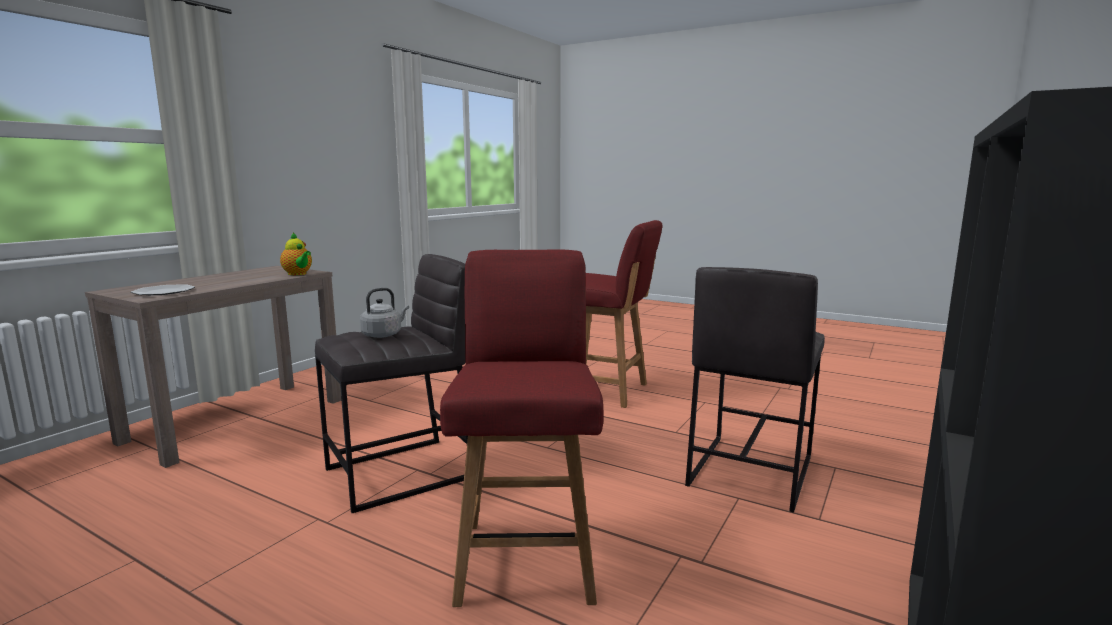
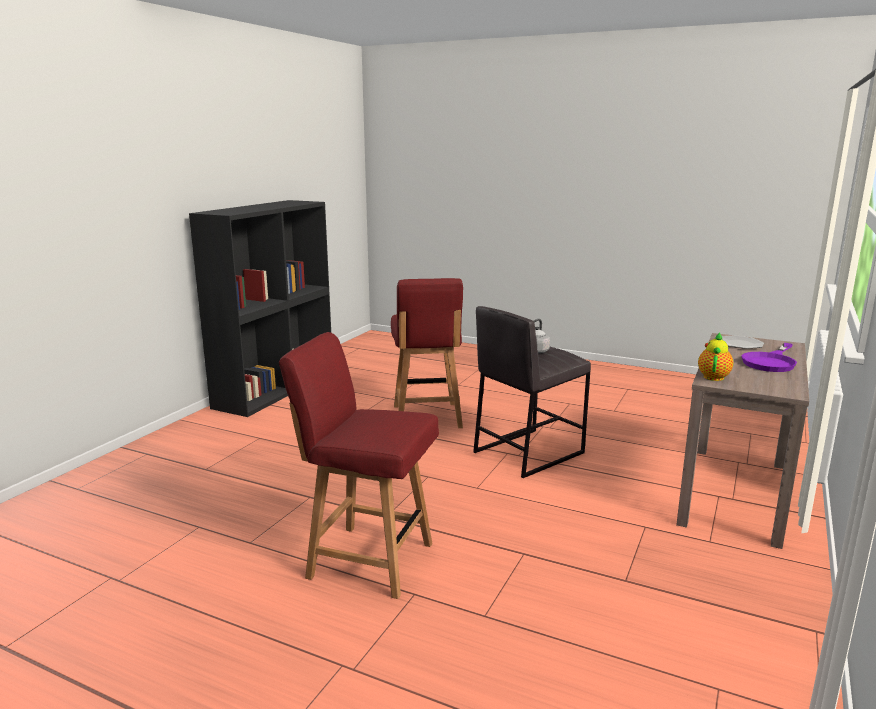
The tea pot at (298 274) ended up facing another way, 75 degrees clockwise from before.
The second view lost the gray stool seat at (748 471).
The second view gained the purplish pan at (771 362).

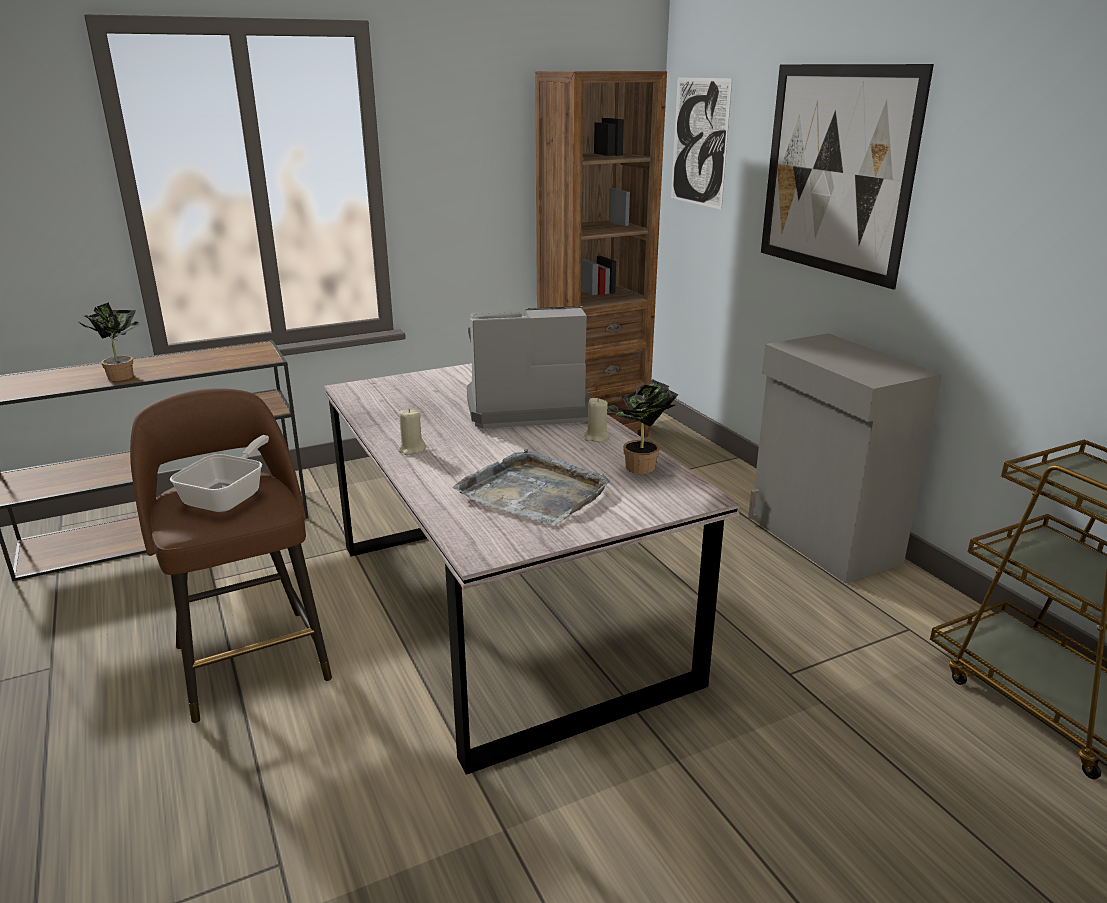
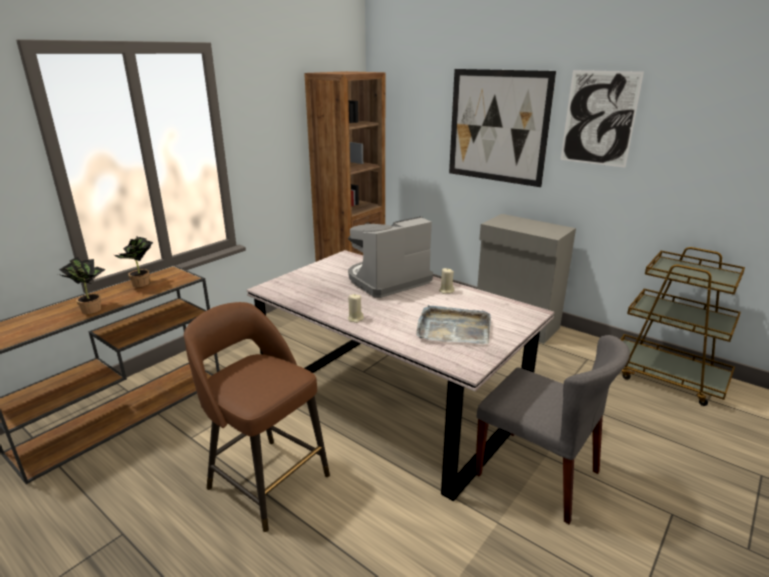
The second view lost the pan at (231 496).
The potted plant ended up elsewhere, having gone from (641 469) to (141 284).
The picture ended up elsewhere, having gone from (699 142) to (599 118).
The second view gained the gray chair at (538 473).

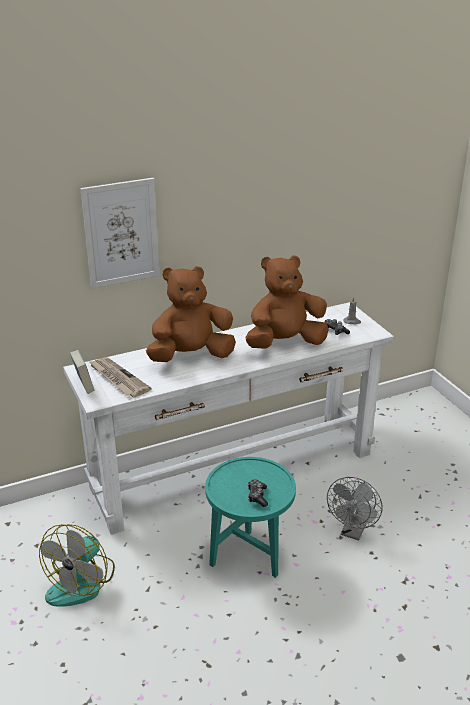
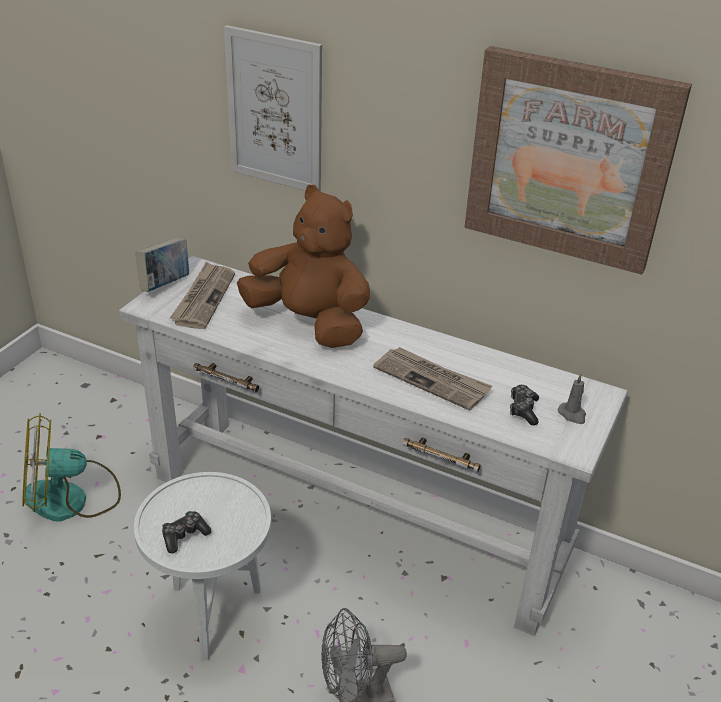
What was the turquoise-coloured end table at (249 560) turned into the whitish end table at (212 618).
Where the brown cuddly toy stood at (285 343), the daily paper came to stand at (432 380).
The second view gained the picture at (569 159).

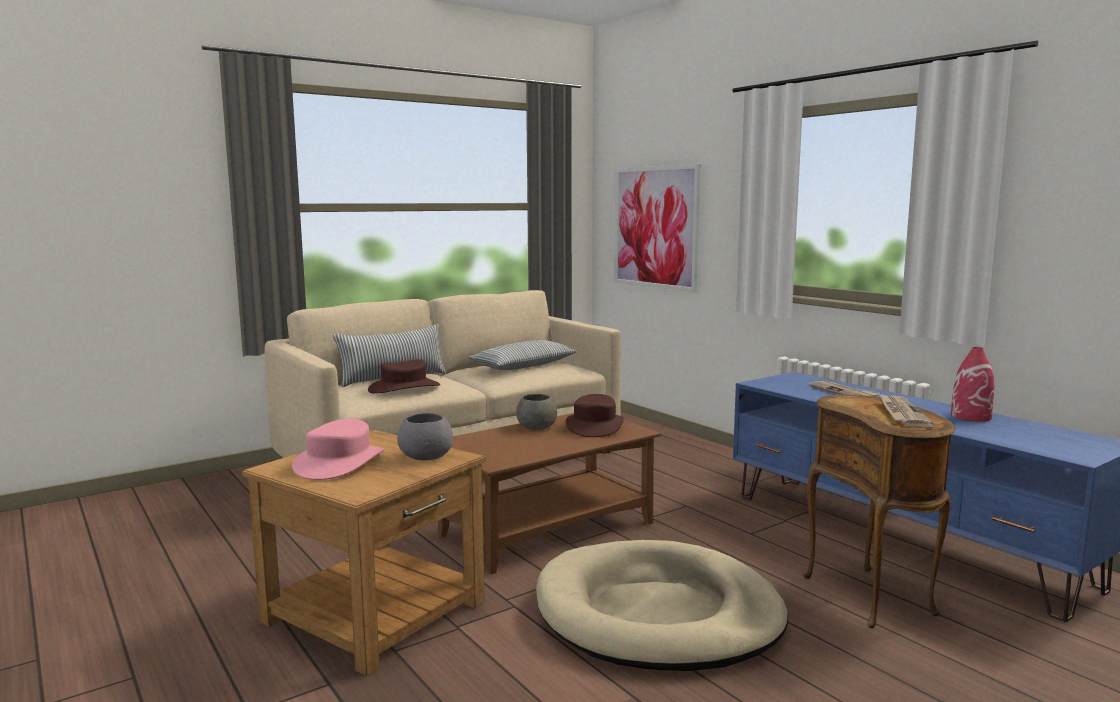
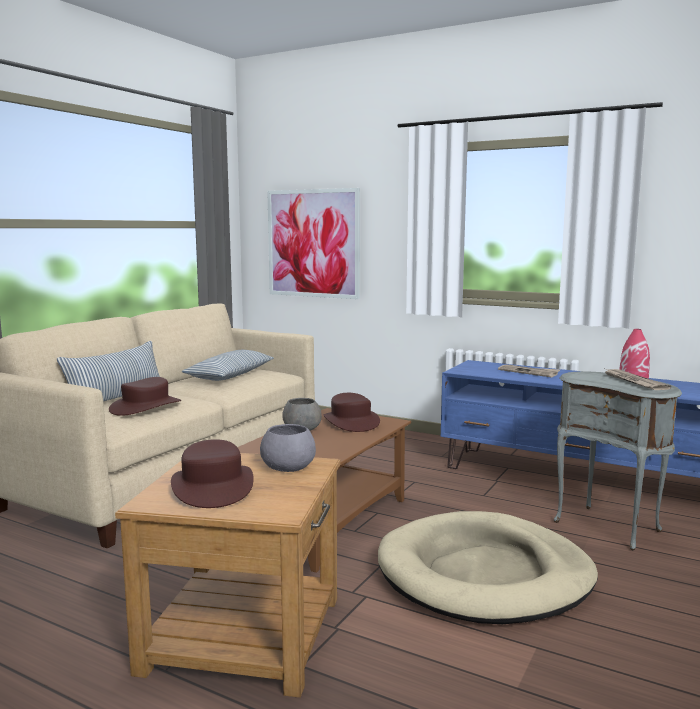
What was the pink hat at (339 462) turned into the brown hat at (212 486).
What was the brown end table at (872 596) turned into the gray end table at (609 526).

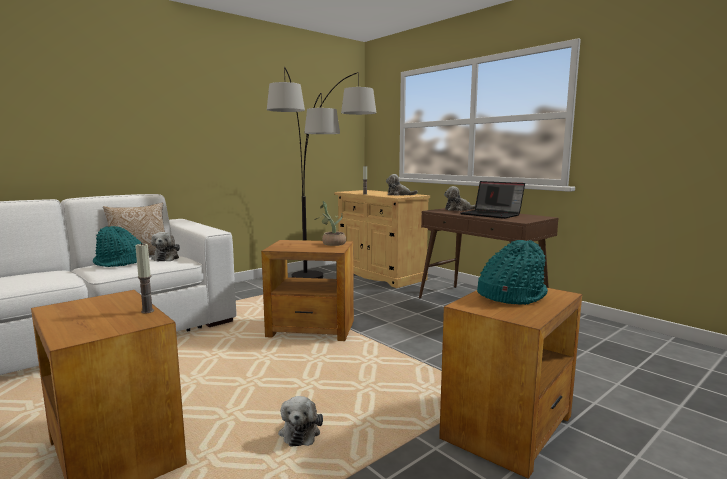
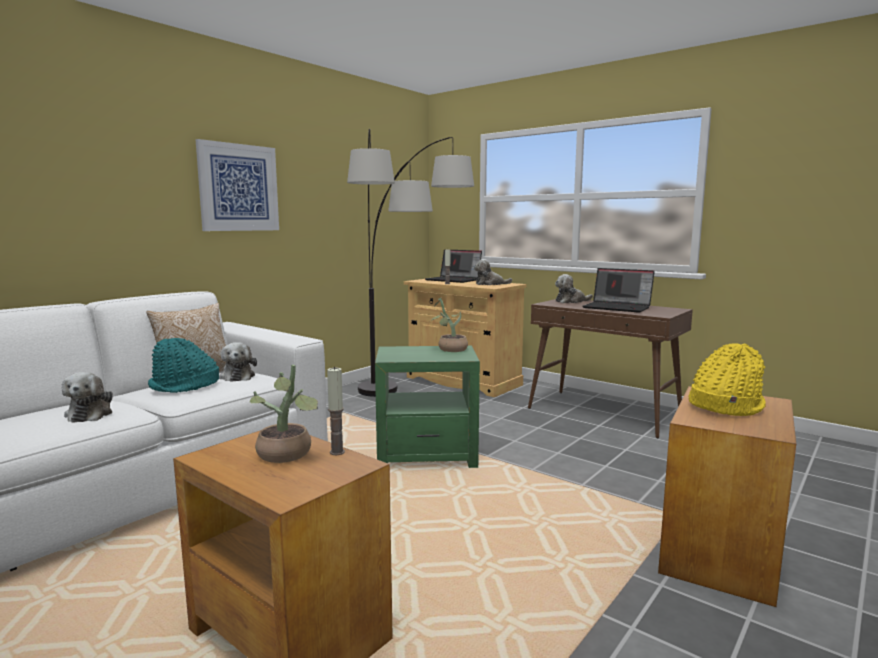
What was the brown end table at (312 329) turned into the green-coloured end table at (427 455).
The cuddly toy ended up elsewhere, having gone from (300 432) to (90 414).
What was the turquoise-coloured hat at (511 295) turned into the yellowish hat at (724 406).
The second view gained the picture at (239 188).
The second view gained the potted plant at (287 456).
The second view gained the laptop at (454 280).

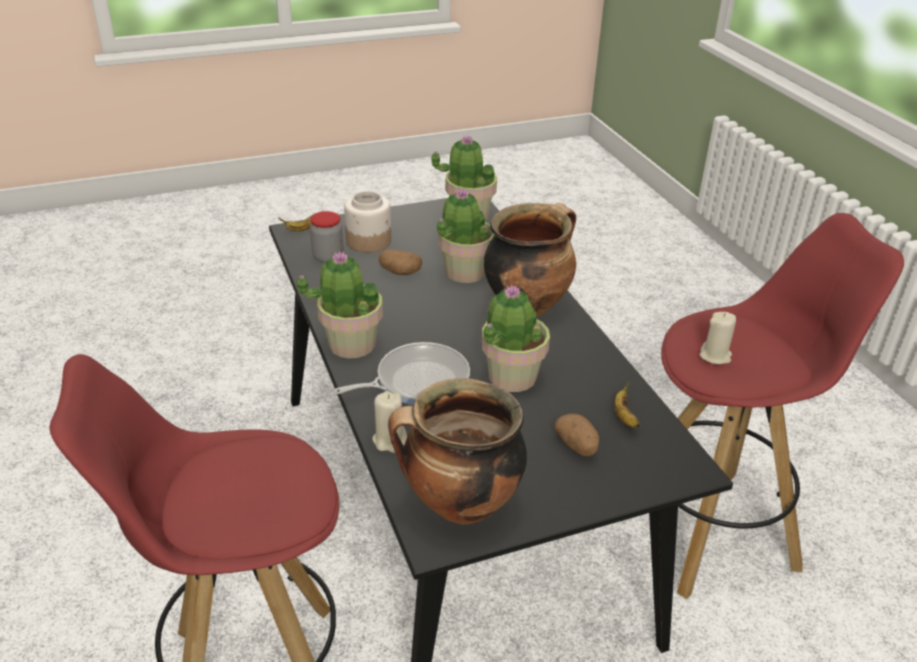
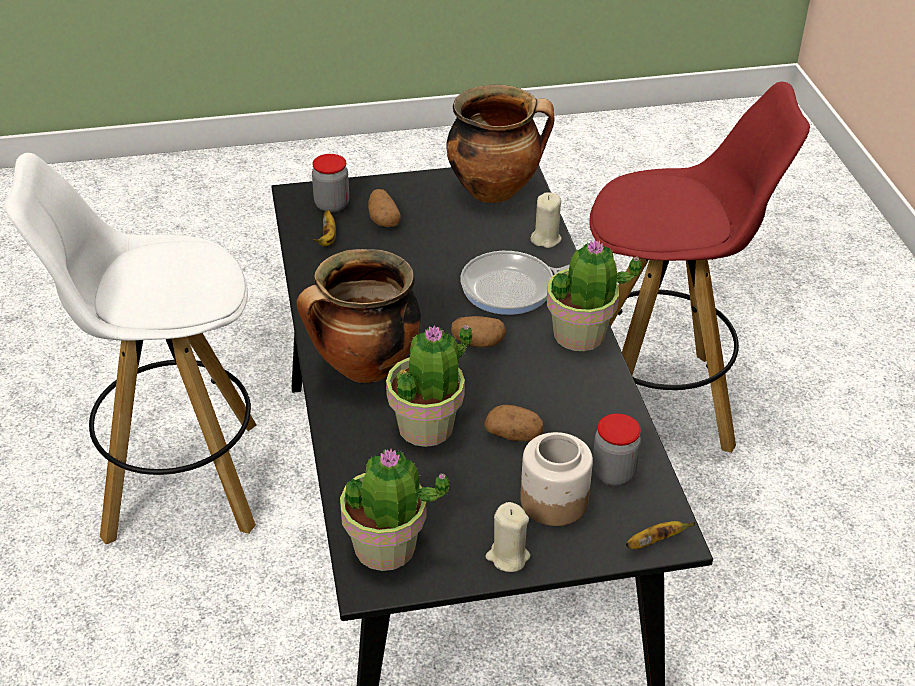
The second view lost the potted plant at (511 377).
What was the reddish stool seat at (711 529) turned into the whitish stool seat at (177 480).
The beige candle ended up elsewhere, having gone from (715 356) to (507 556).
The second view gained the preserve jar at (332 205).
The second view gained the potato at (478 343).

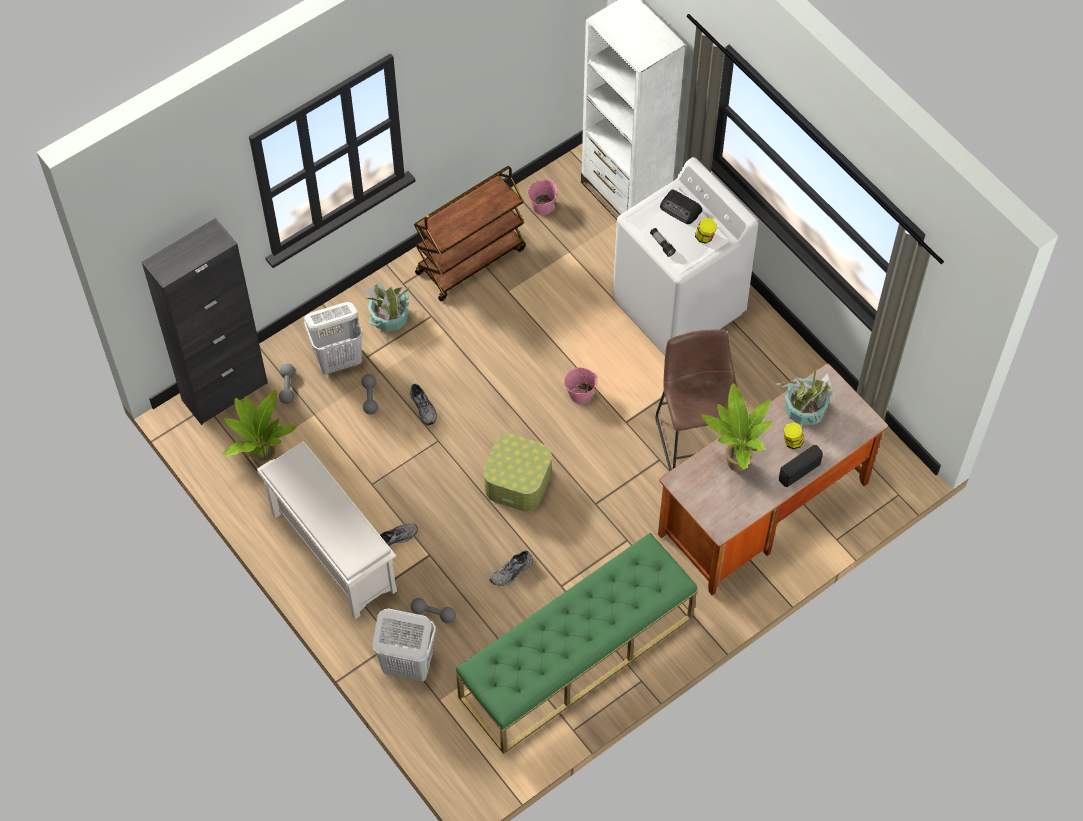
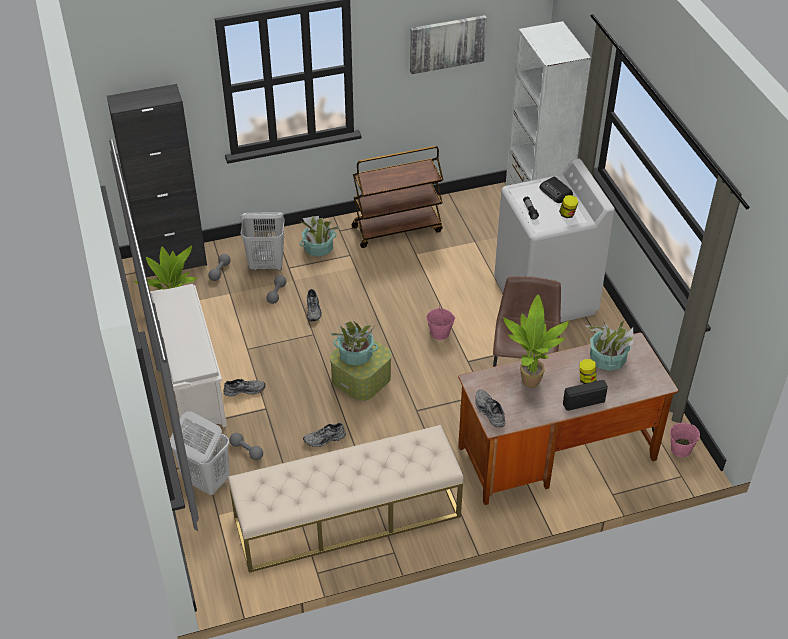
What was the green-coloured long seat at (576 657) turned into the beige long seat at (347 517).
The pink pail ended up elsewhere, having gone from (543 206) to (681 449).
The second view gained the potted plant at (355 355).
The second view gained the picture at (447 43).
The second view gained the gray low shoe at (488 411).

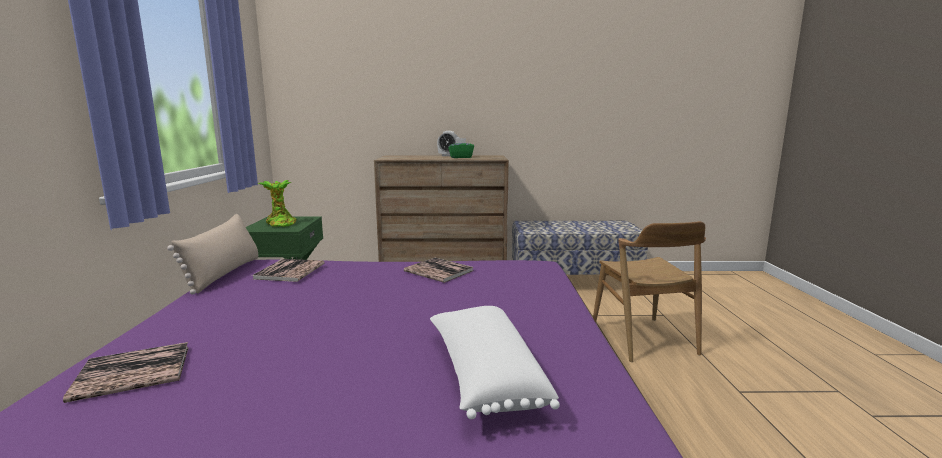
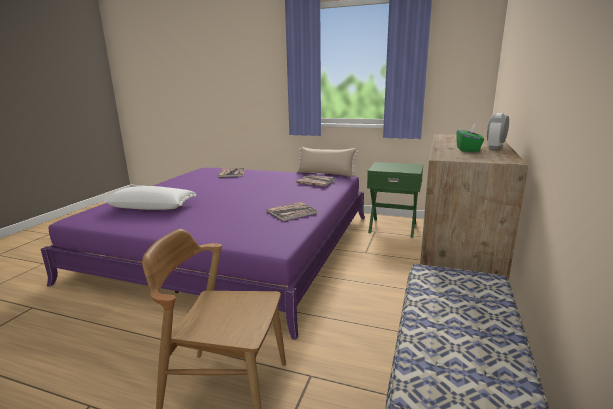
The second view lost the potted plant at (280 224).

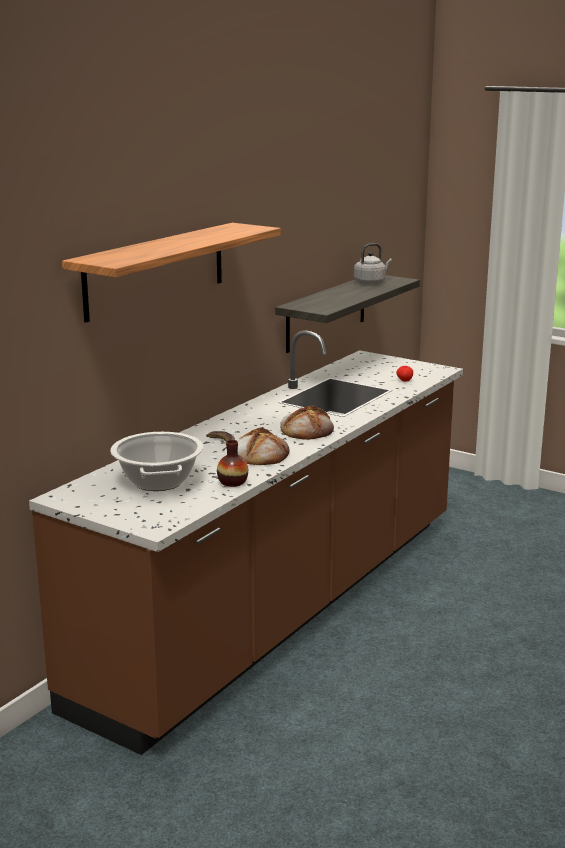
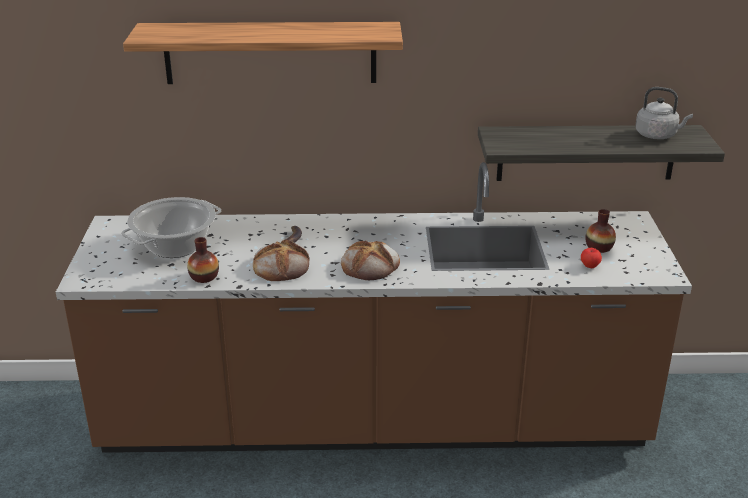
The second view gained the vase at (599 247).

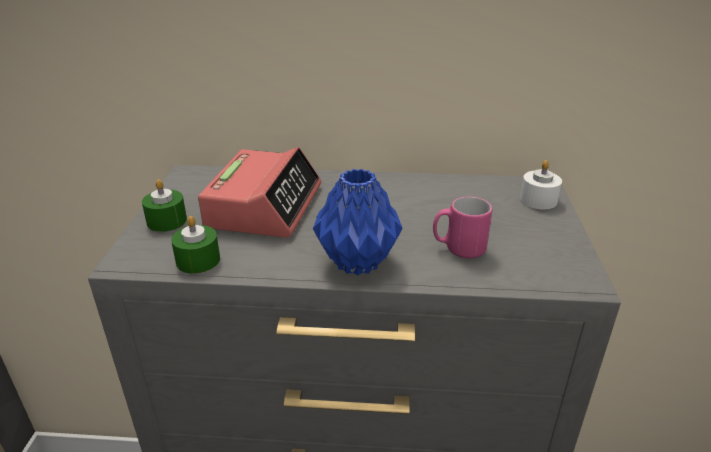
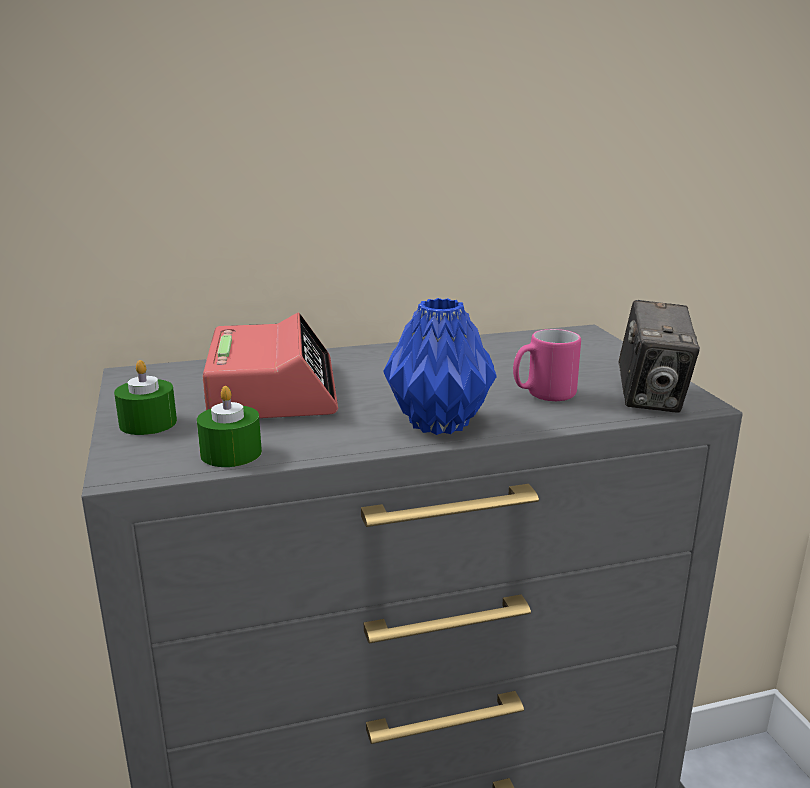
The second view lost the whitish candle at (538 200).
The second view gained the photo camera at (651 399).

